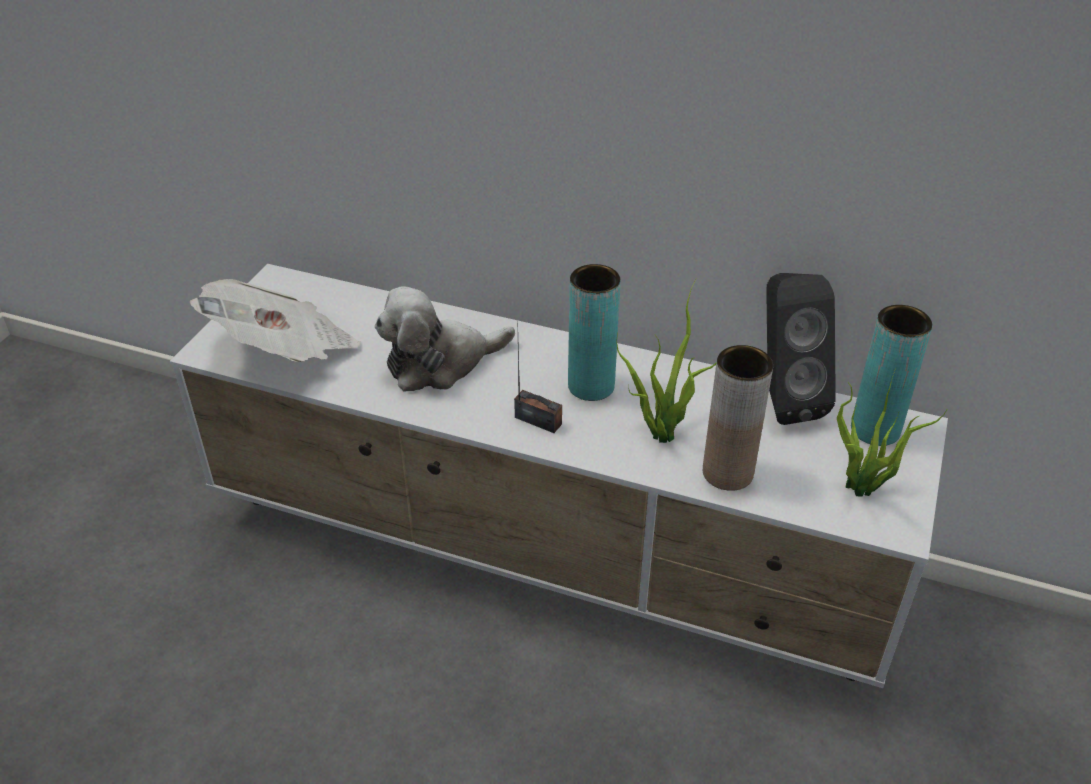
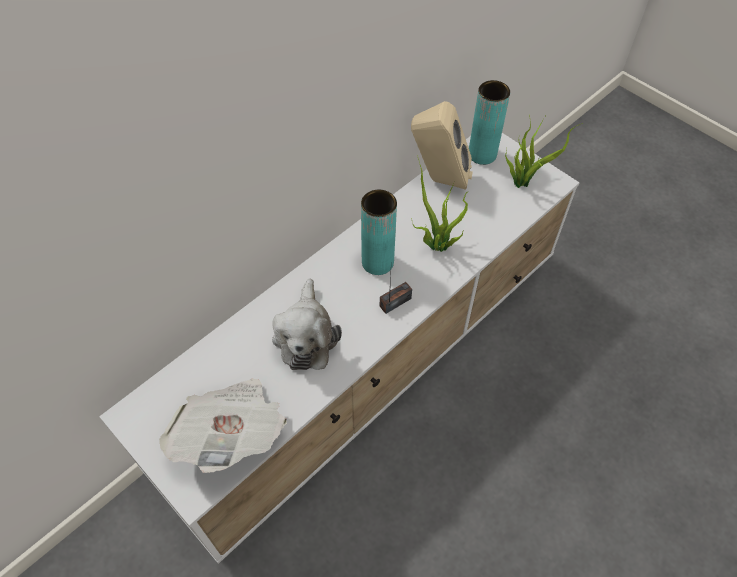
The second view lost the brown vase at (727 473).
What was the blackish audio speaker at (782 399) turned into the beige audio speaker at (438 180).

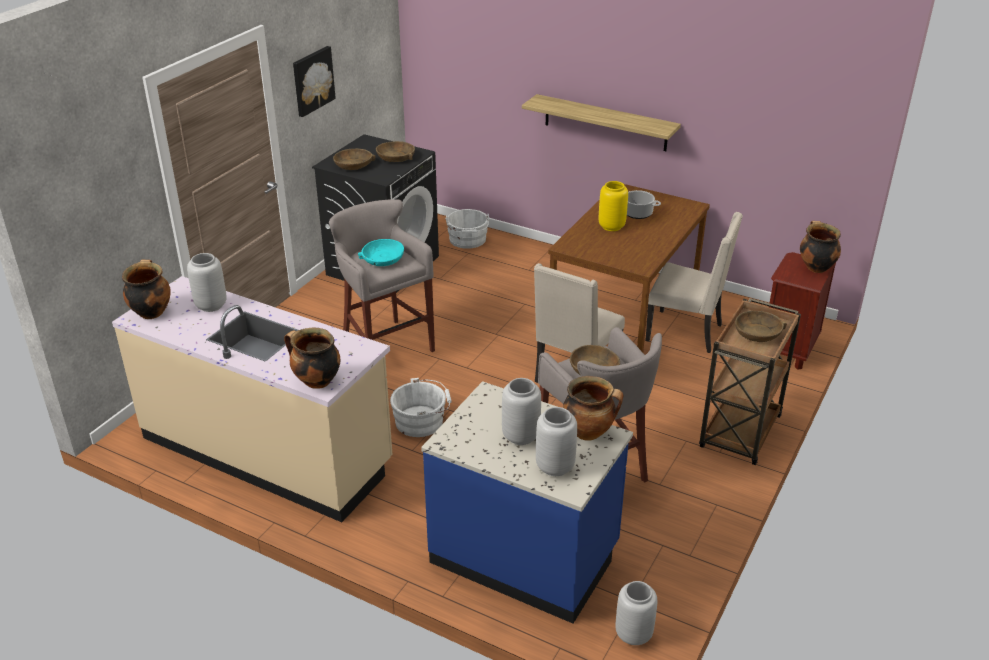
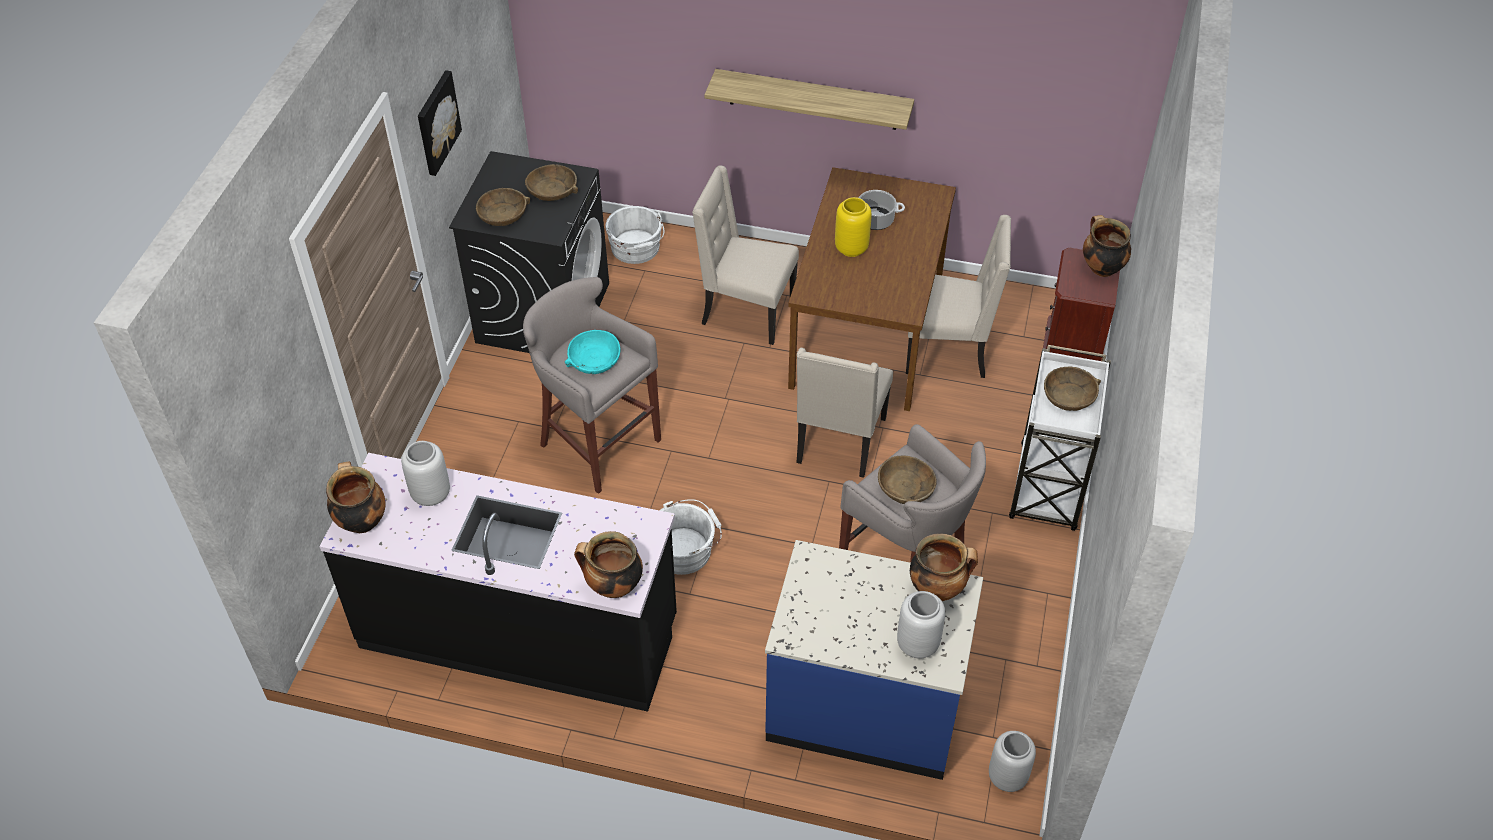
What was the beige kitchen counter at (267 451) turned into the blackish kitchen counter at (519 633).
The second view lost the gray vase at (521 436).
What was the brown wheeled cart at (740 433) turned into the whitish wheeled cart at (1047 489).
The second view gained the beige chair at (745 311).

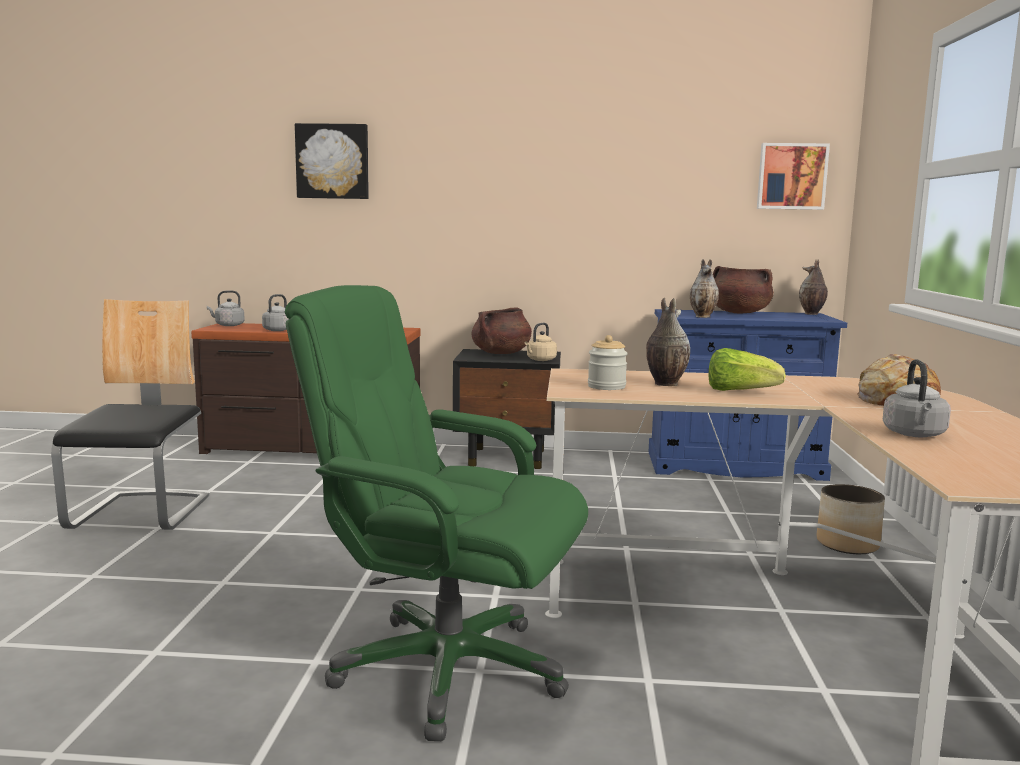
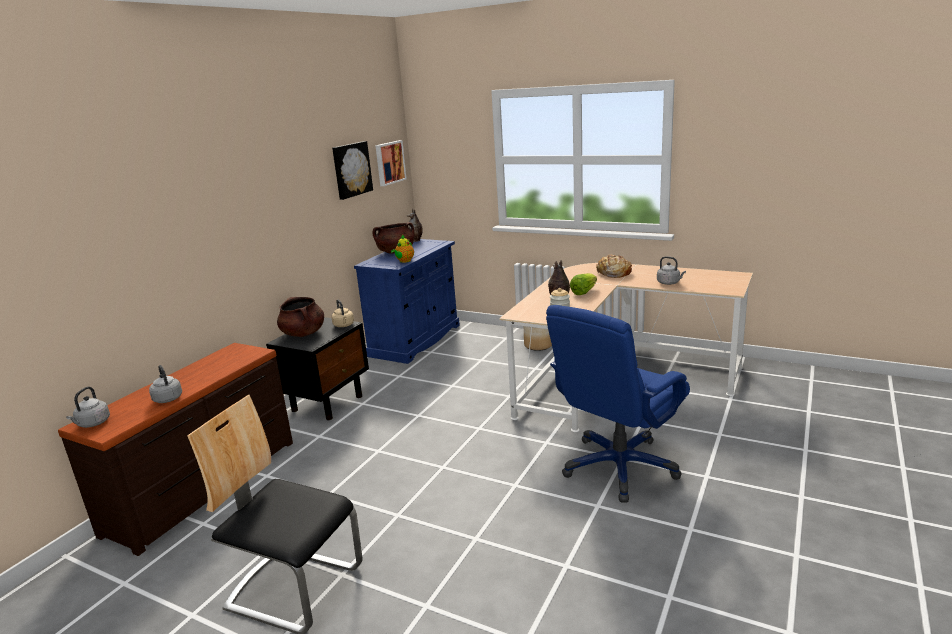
What was the green-coloured desk chair at (446 670) turned into the blue-coloured desk chair at (619 467).
The picture ended up elsewhere, having gone from (333 161) to (351 169).
Where the vase stood at (703 316), the tea pot came to stand at (404 261).

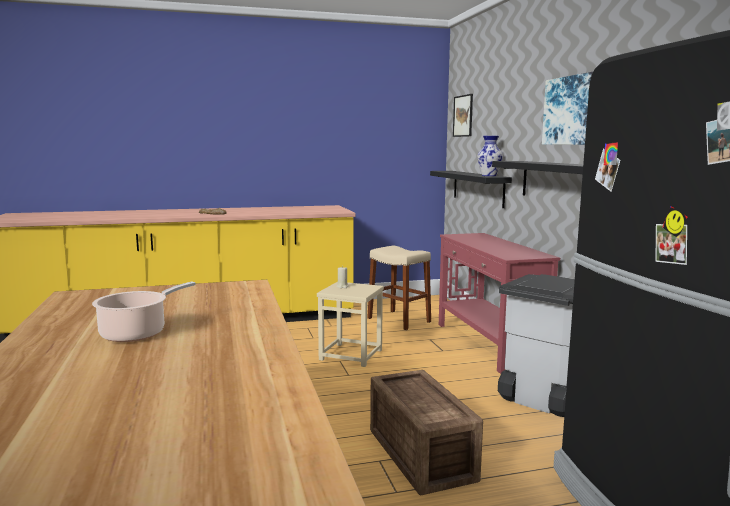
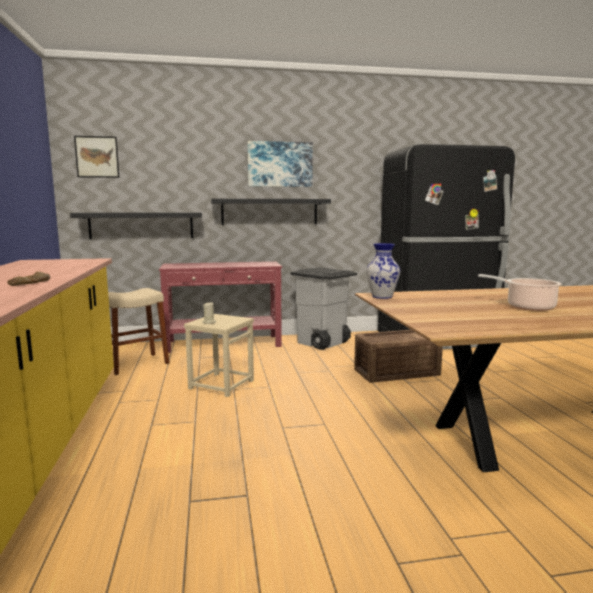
The vase ended up elsewhere, having gone from (489 175) to (381 297).

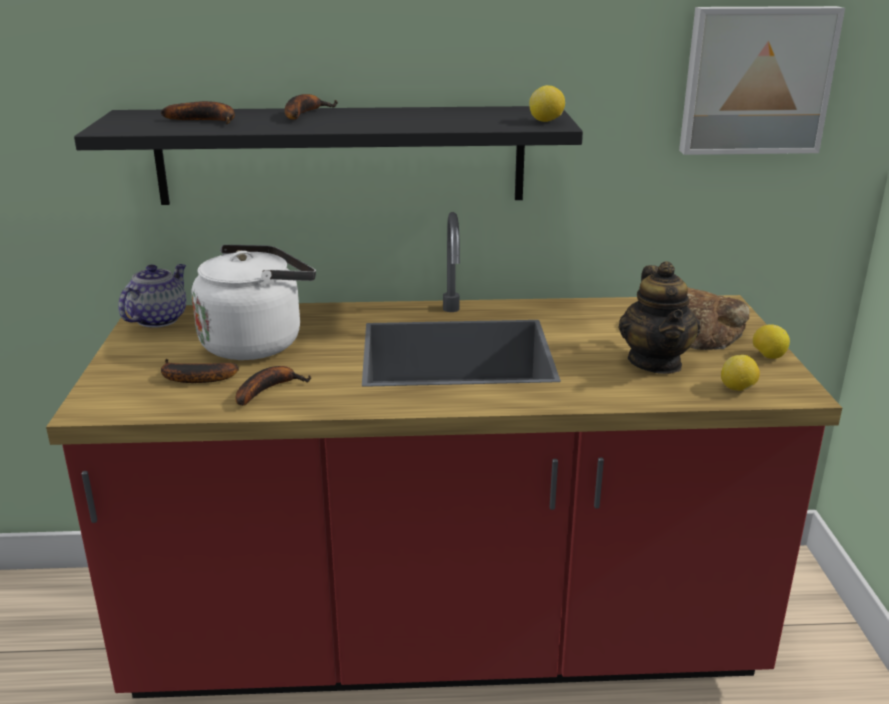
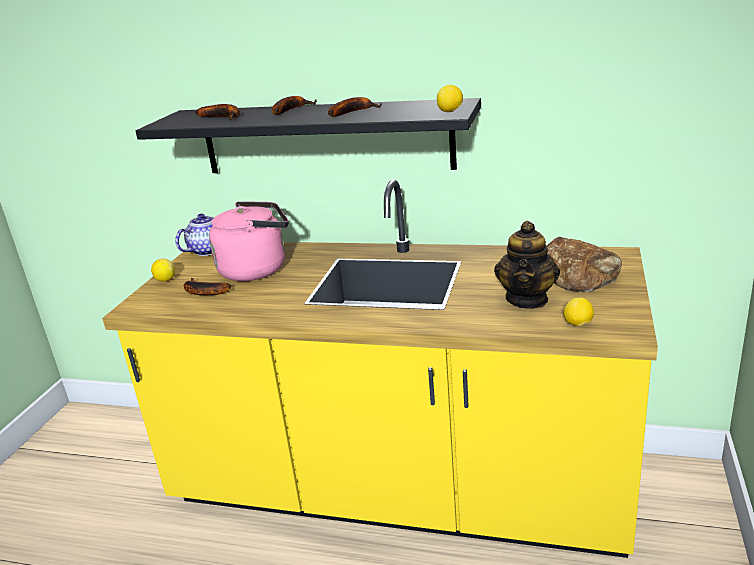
What was the reddish kitchen counter at (444 635) turned into the yellowish kitchen counter at (398 490).
What was the whitish kettle at (257 342) turned into the pink kettle at (257 269).
The whole banana ended up elsewhere, having gone from (268 389) to (352 112).
The second view lost the picture at (755 80).
The whole lemon ended up elsewhere, having gone from (767 356) to (165 280).

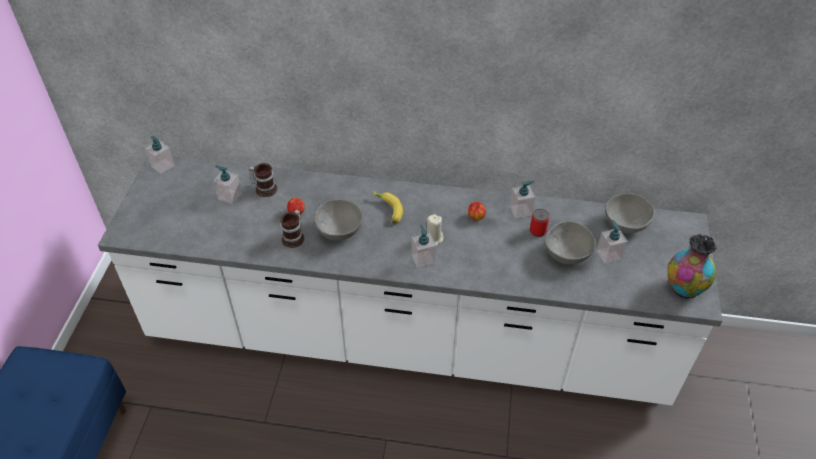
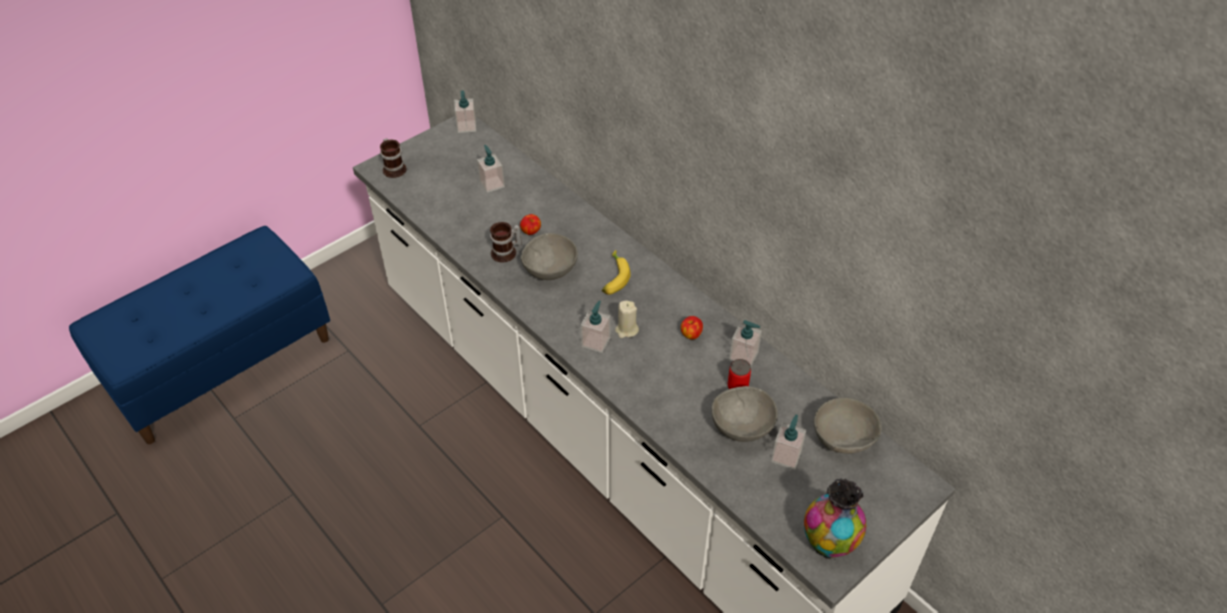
The tea mug ended up elsewhere, having gone from (265 188) to (395 168).

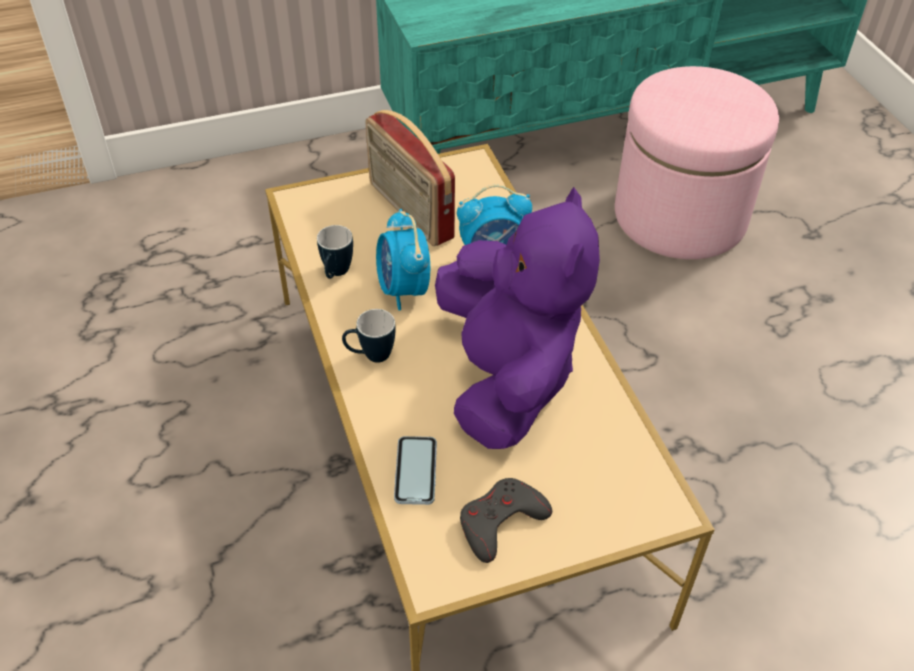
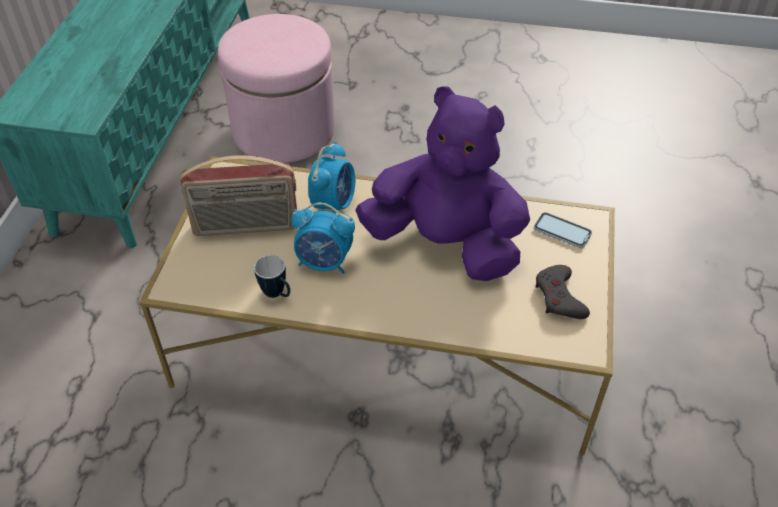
The second view lost the tea mug at (370 356).
The handset ended up elsewhere, having gone from (415 471) to (562 231).

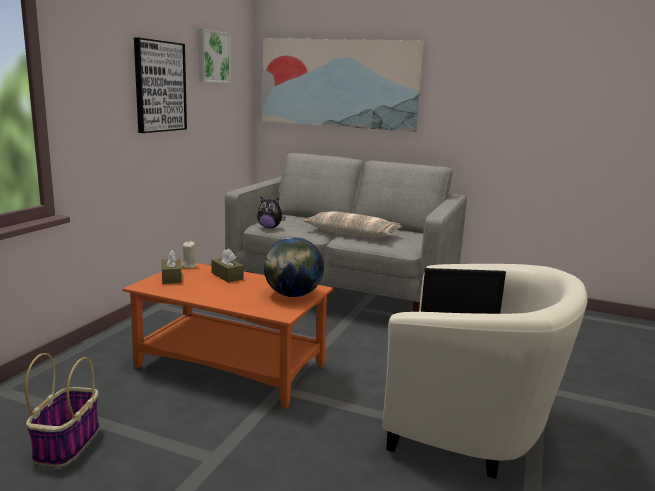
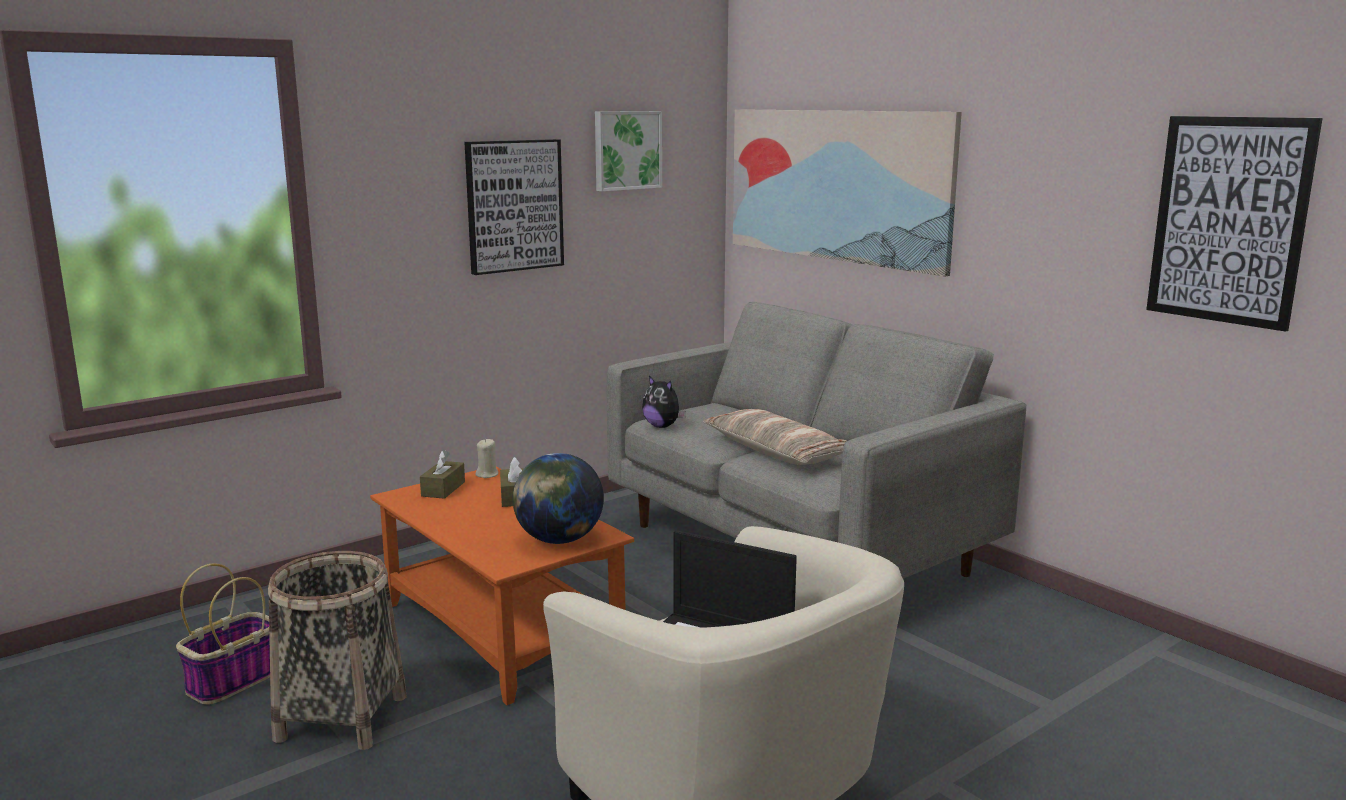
The second view gained the household basket at (341 717).
The second view gained the picture at (1229 220).

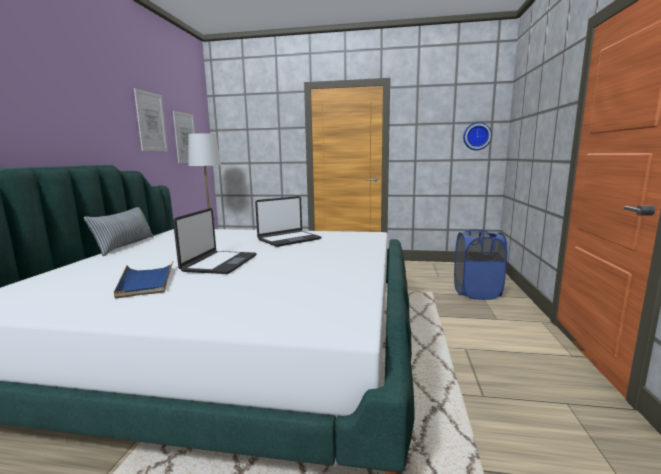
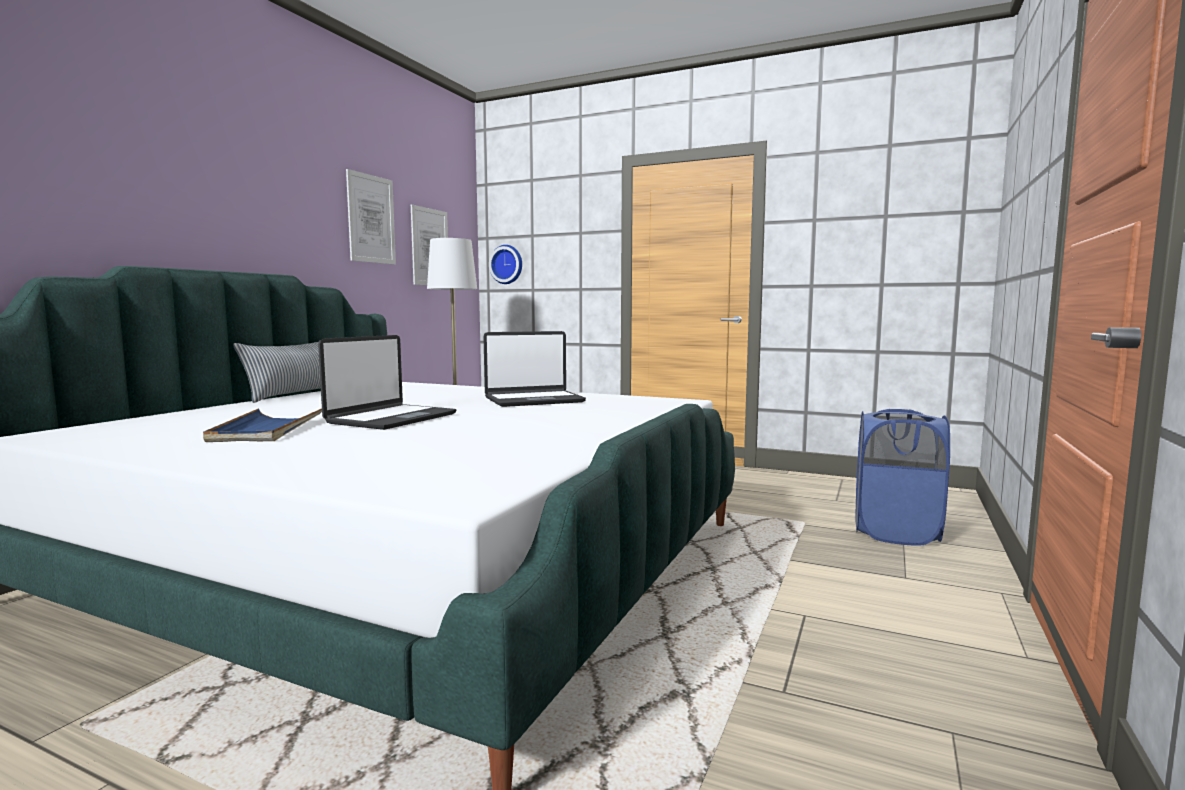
The hanging clock ended up elsewhere, having gone from (476 136) to (507 264).

